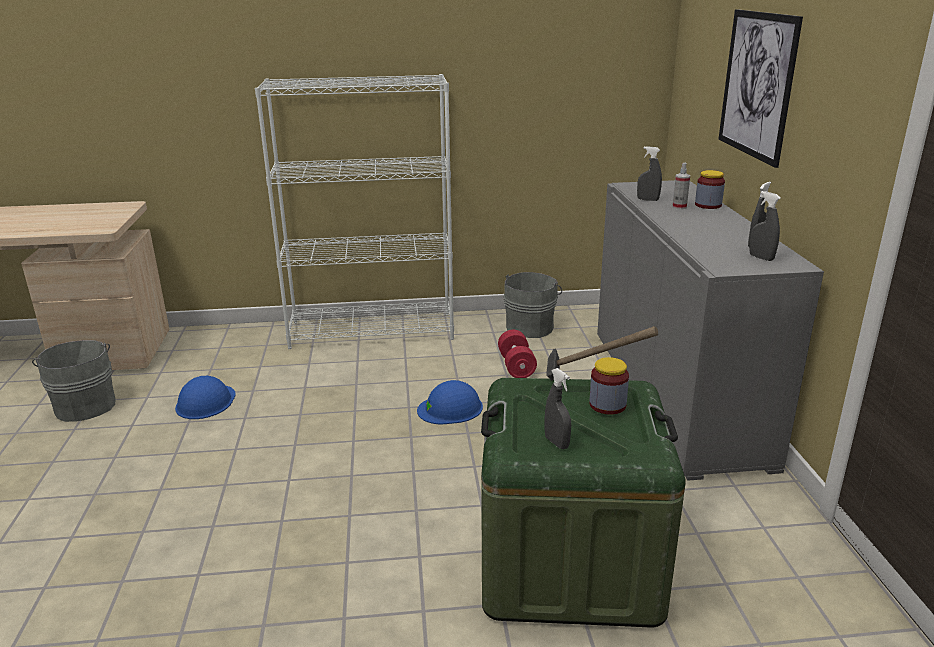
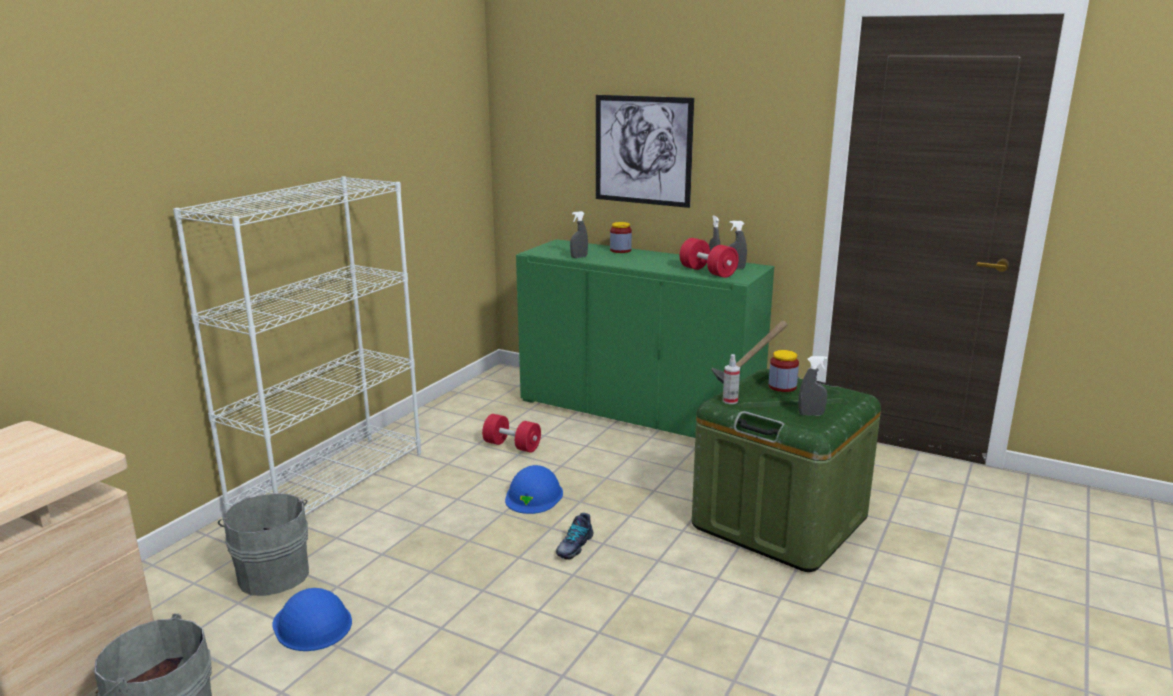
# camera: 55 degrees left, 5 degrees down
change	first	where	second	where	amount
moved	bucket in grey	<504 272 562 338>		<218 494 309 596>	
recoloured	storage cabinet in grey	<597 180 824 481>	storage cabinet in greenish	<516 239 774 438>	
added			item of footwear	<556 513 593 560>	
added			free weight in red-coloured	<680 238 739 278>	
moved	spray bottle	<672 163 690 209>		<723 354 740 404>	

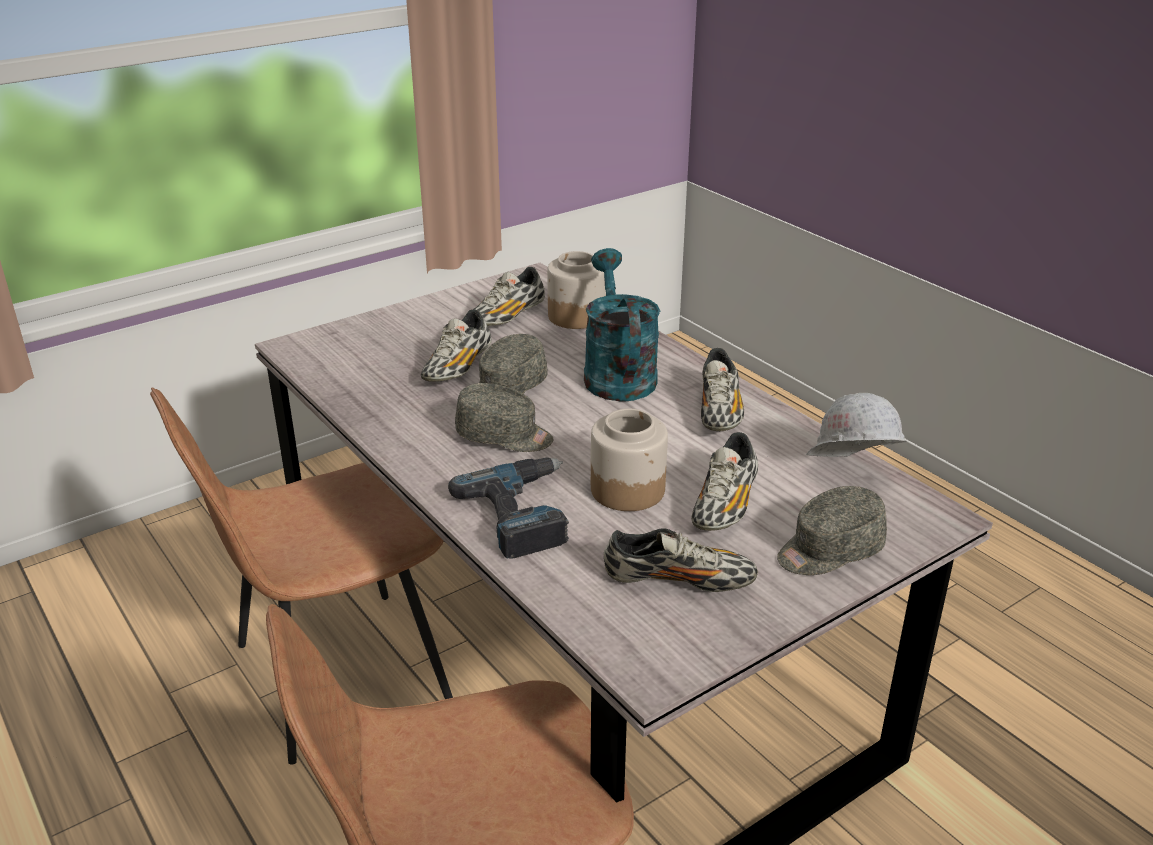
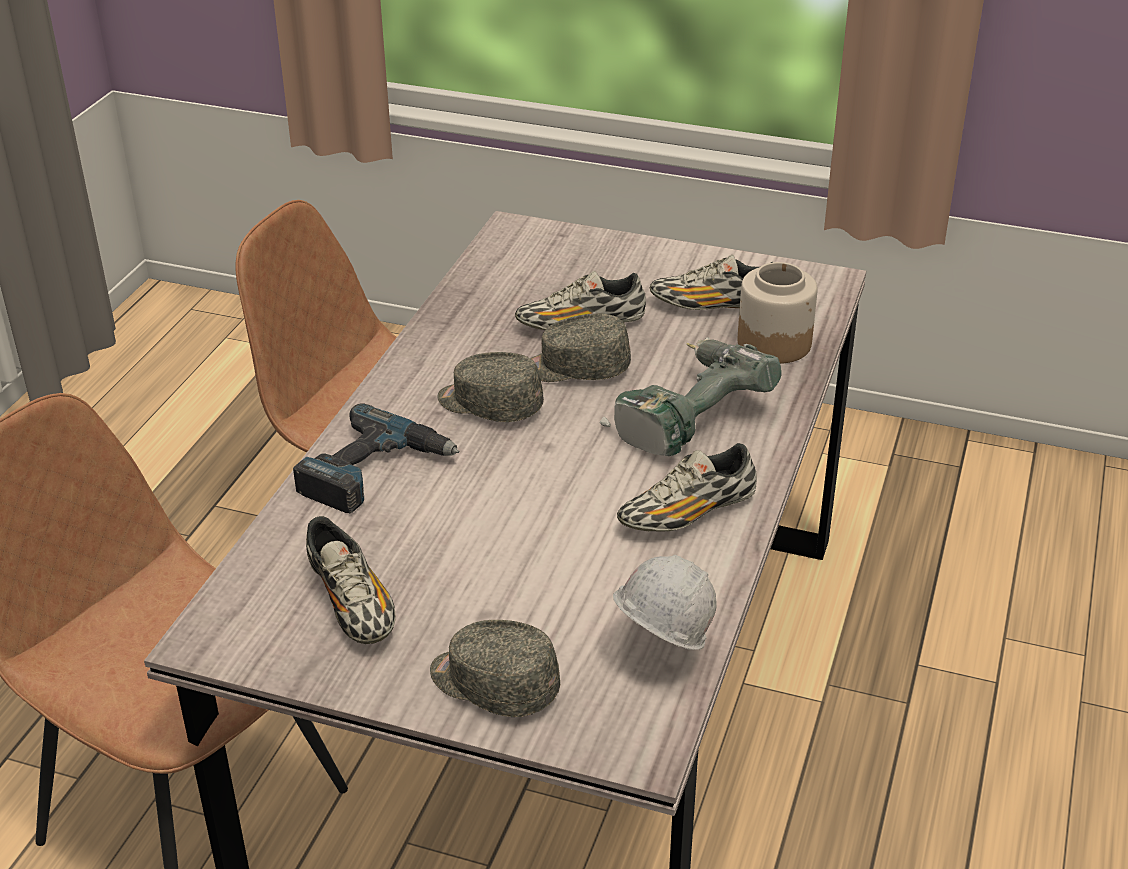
# camera: 55 degrees right, 5 degrees up
change	first	where	second	where	amount
turned	peaked cap in grey	<455 383 553 452>		<437 352 544 422>	135 degrees clockwise
replaced	watering can in turquoise	<584 248 660 401>	electric drill	<600 338 782 456>	
removed	preserve jar	<591 409 668 511>			
removed	item of footwear	<691 432 758 531>			

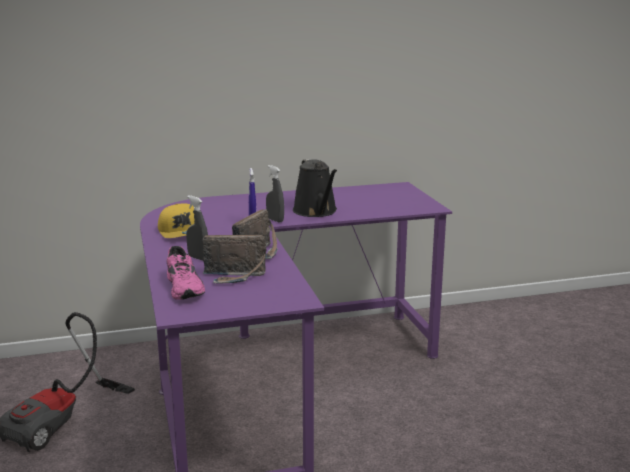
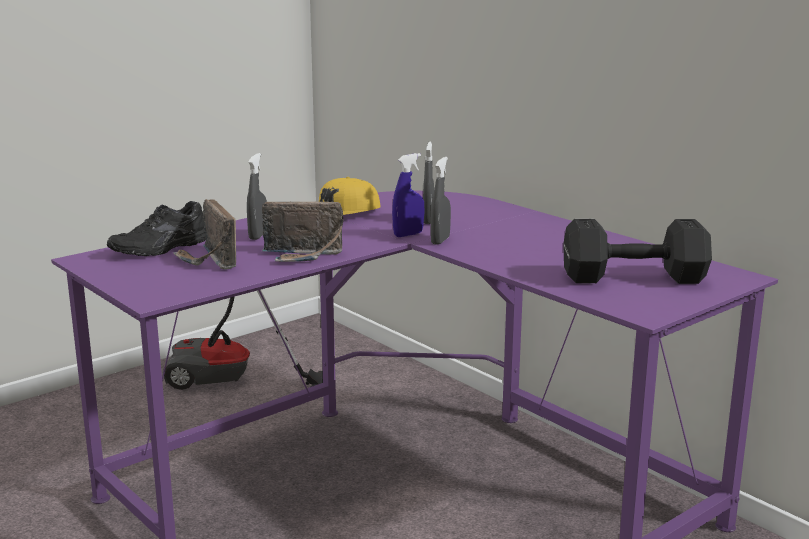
# camera: 65 degrees right, 0 degrees up
change	first	where	second	where	amount
recoloured	item of footwear in pink	<167 246 205 300>	item of footwear in black-coloured	<107 201 206 256>	
added			spray bottle in grey	<423 141 434 224>	
added			free weight in black-coloured	<563 219 712 284>	
removed	watering can in black-coloured	<293 159 337 217>			

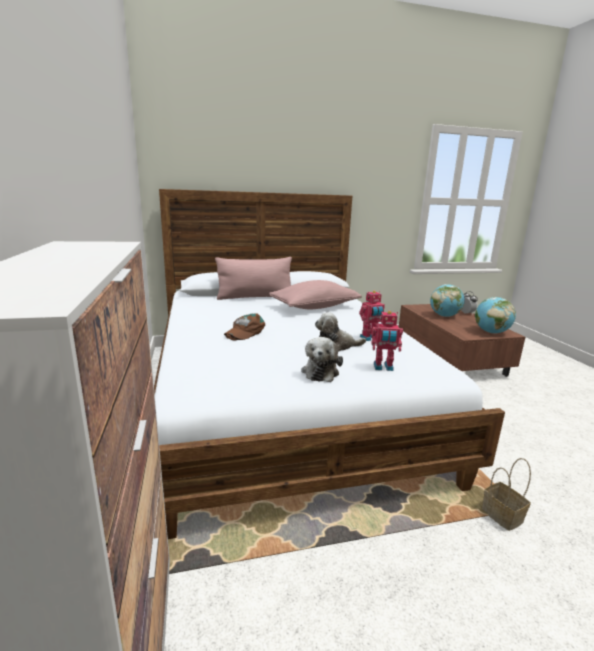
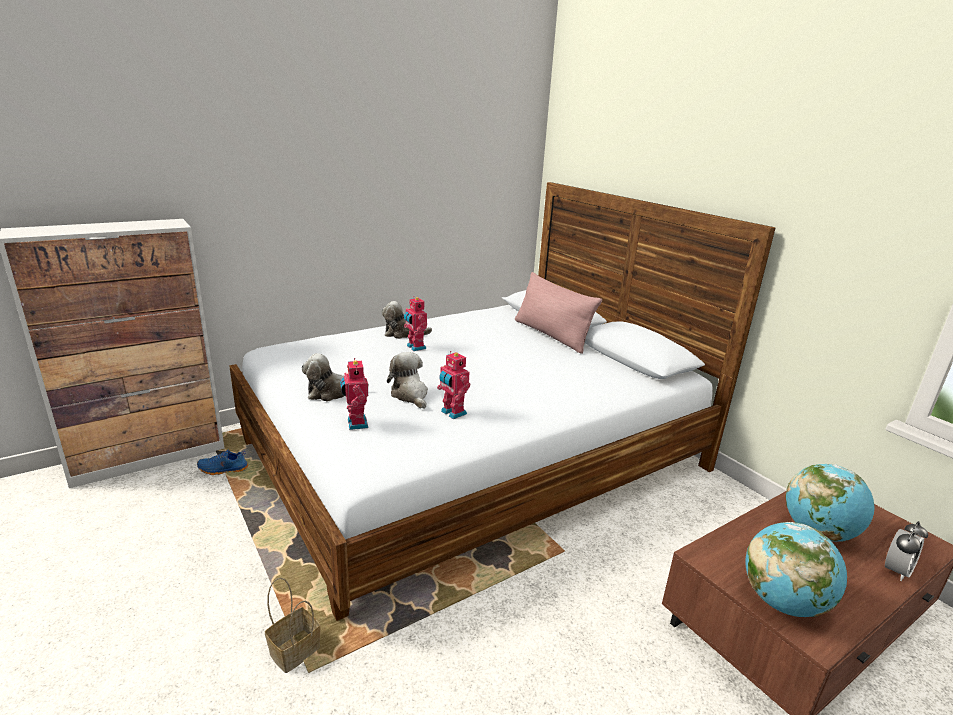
# camera: 70 degrees right, 5 degrees up
change	first	where	second	where	amount
added			item of footwear in bluish	<197 449 249 475>	
added			plush toy	<381 301 432 339>	
replaced	peaked cap in brown	<224 313 265 340>	robot figure	<404 296 427 351>	
removed	cushion in pink	<269 280 362 310>			

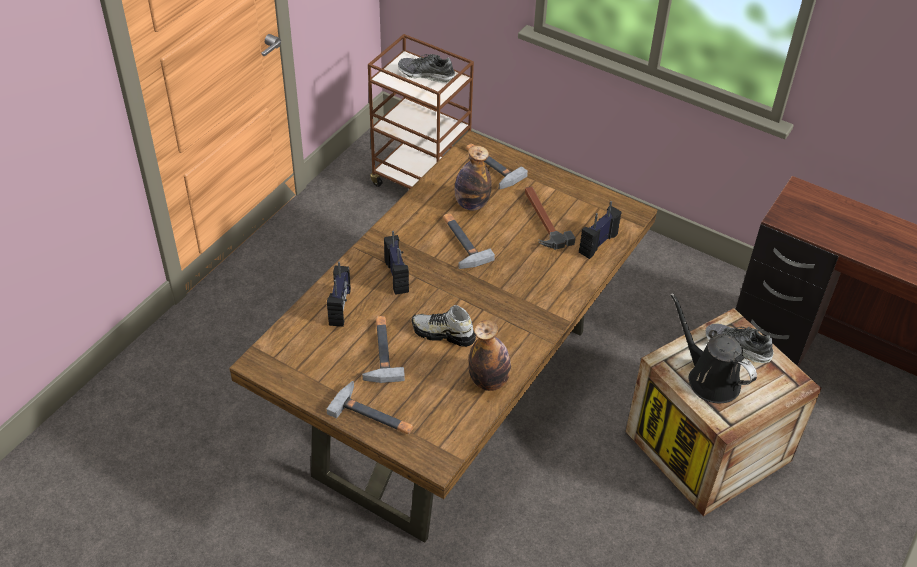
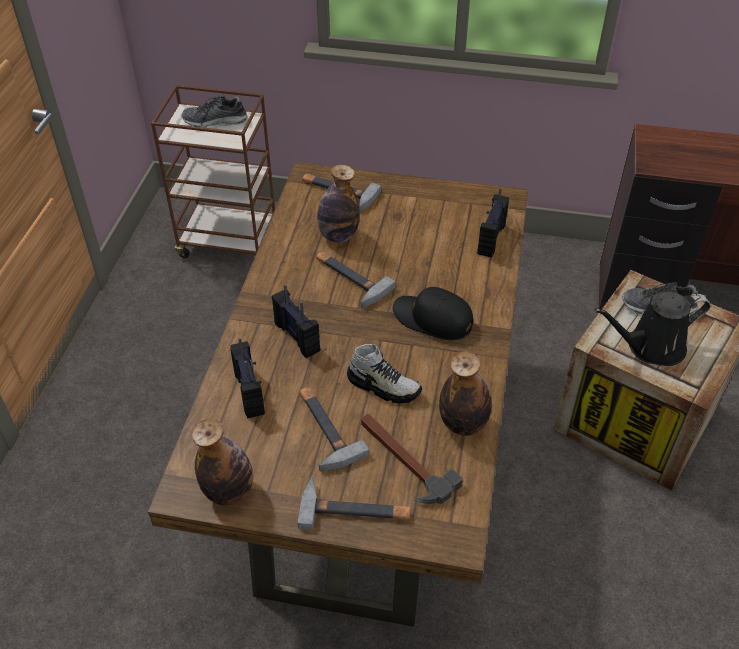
# camera: 20 degrees left, 0 degrees up
change	first	where	second	where	amount
added			drink bottle	<192 419 253 506>	
turned	item of footwear	<411 305 476 347>		<347 344 422 403>	150 degrees counterclockwise
moved	hand hammer	<525 187 575 250>		<361 414 463 504>	
added			peaked cap in black-coloured	<393 287 473 340>	
turned	watering can in black-coloured	<670 293 757 403>		<594 292 711 366>	45 degrees counterclockwise

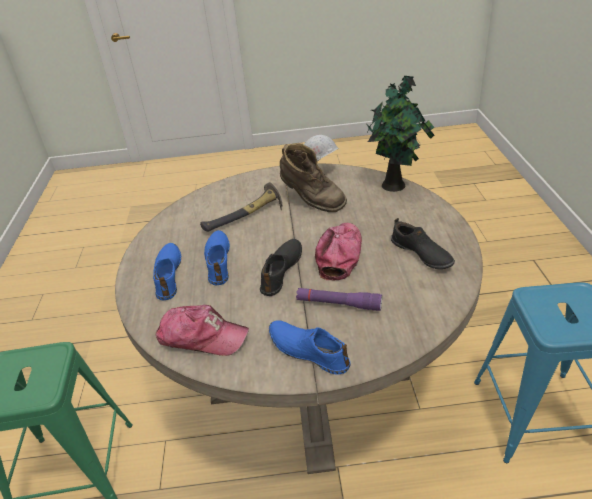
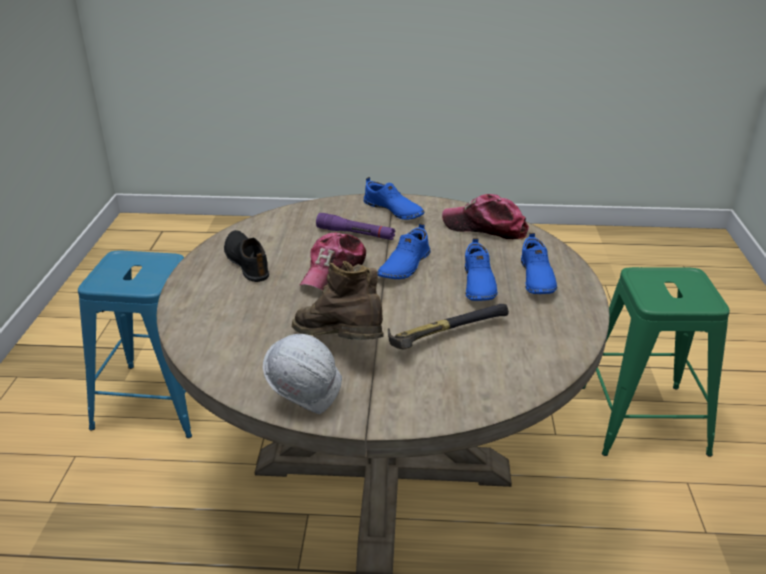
# camera: 175 degrees left, 5 degrees down
change	first	where	second	where	amount
recoloured	item of footwear in black-coloured	<260 239 302 296>	item of footwear in bluish	<377 224 431 279>	
removed	potted plant	<367 76 434 192>			

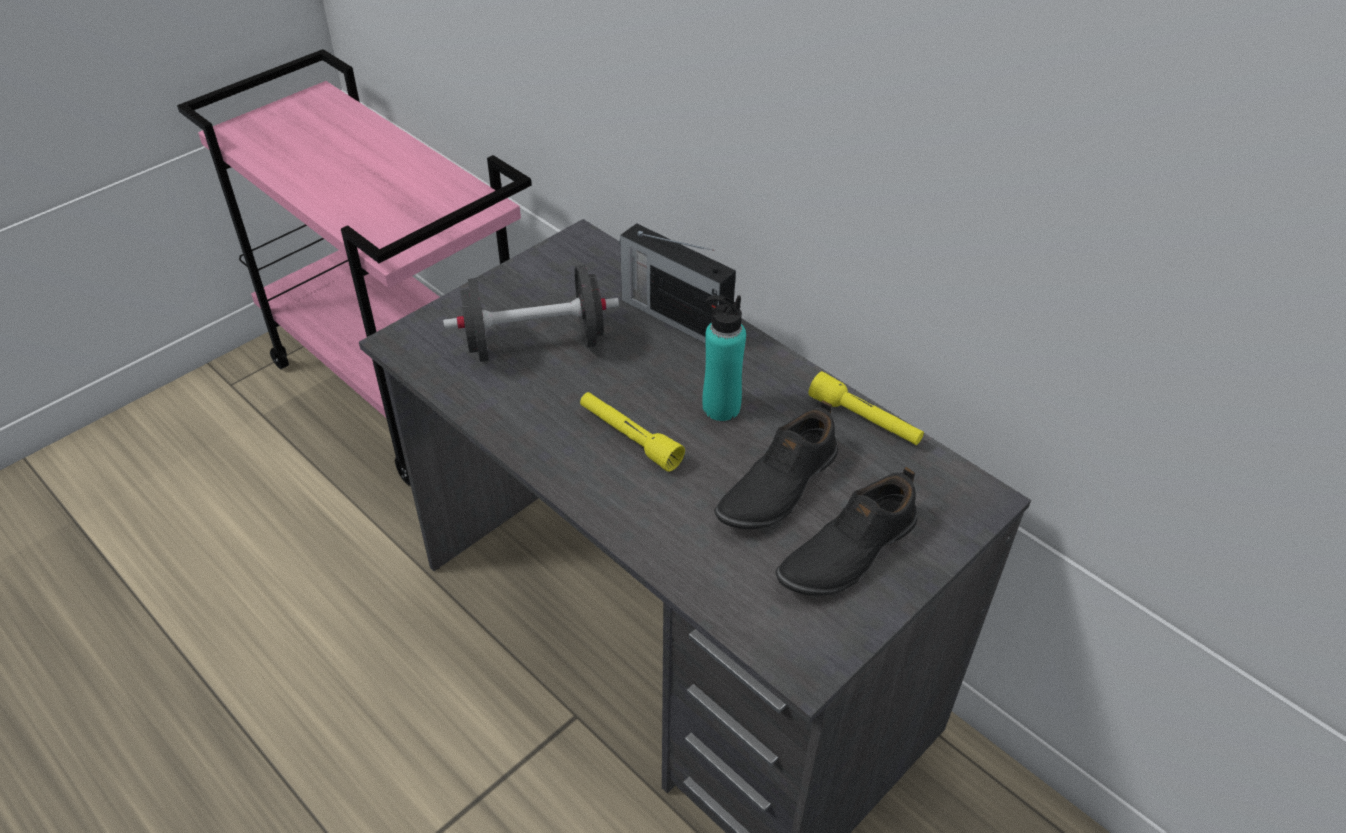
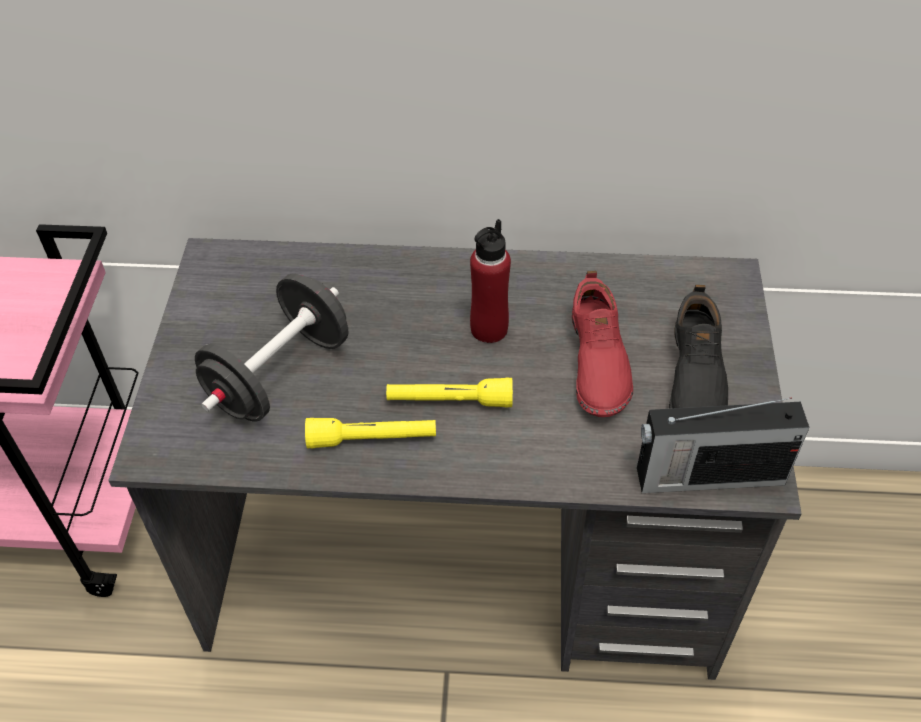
# camera: 40 degrees left, 5 degrees up
change	first	where	second	where	amount
moved	hand torch in yellowish	<809 371 924 445>		<305 418 436 449>	
recoloured	drink bottle in turquoise	<702 295 746 421>	drink bottle in red-coloured	<470 219 511 343>	
recoloured	item of footwear in black-coloured	<714 400 838 529>	item of footwear in red-coloured	<572 271 633 417>	
moved	radio set	<619 223 736 344>		<637 397 809 493>	

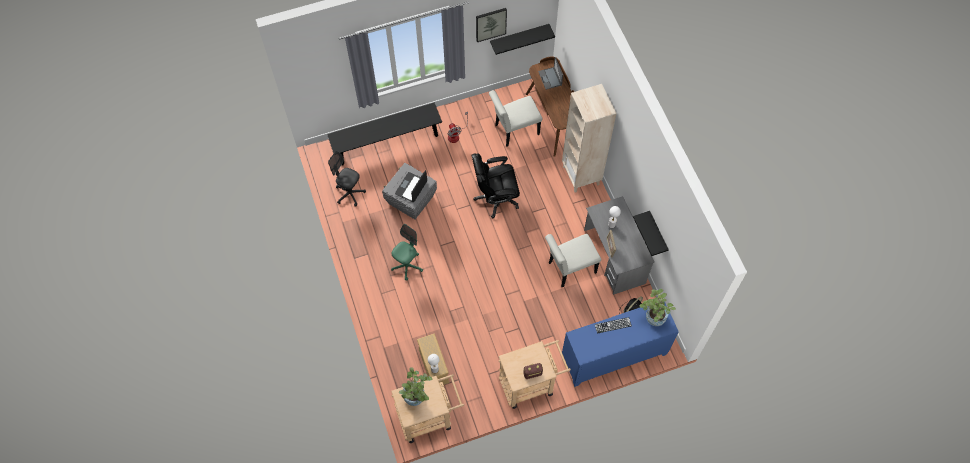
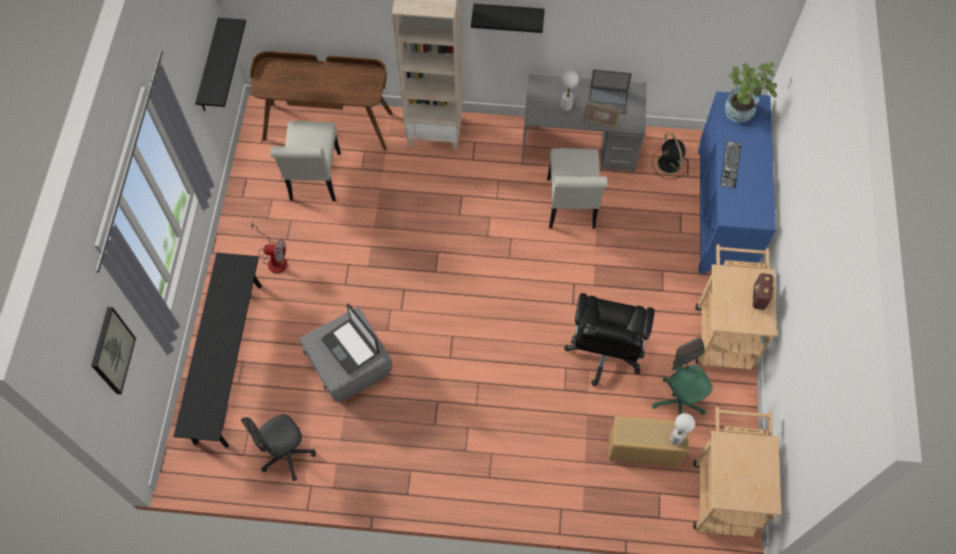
# camera: 65 degrees left, 0 degrees up
change	first	where	second	where	amount
moved	wall art	<476 8 507 42>		<91 307 136 394>	
moved	wall shelf in black-coloured	<633 211 669 256>		<471 4 545 33>	
moved	desk chair in black-coloured	<472 154 520 219>		<564 293 655 386>	
moved	laptop	<538 57 563 90>		<589 69 632 114>	
moved	desk chair in greenish	<391 224 423 281>		<652 337 712 415>	
removed	potted plant	<399 367 432 406>			

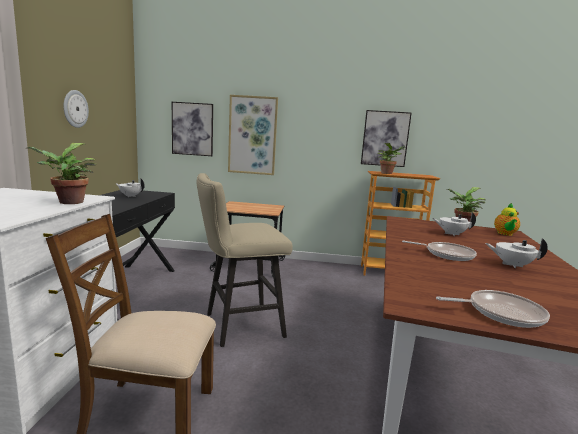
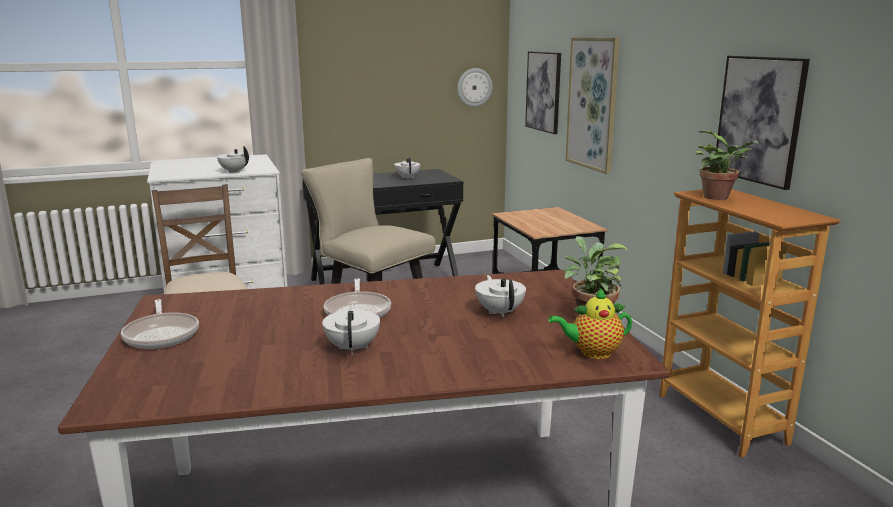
# camera: 65 degrees right, 5 degrees up
change	first	where	second	where	amount
replaced	potted plant	<25 143 96 204>	teapot in white-coloured	<217 146 249 173>	
moved	hanging clock	<64 90 89 128>		<457 68 493 107>	

